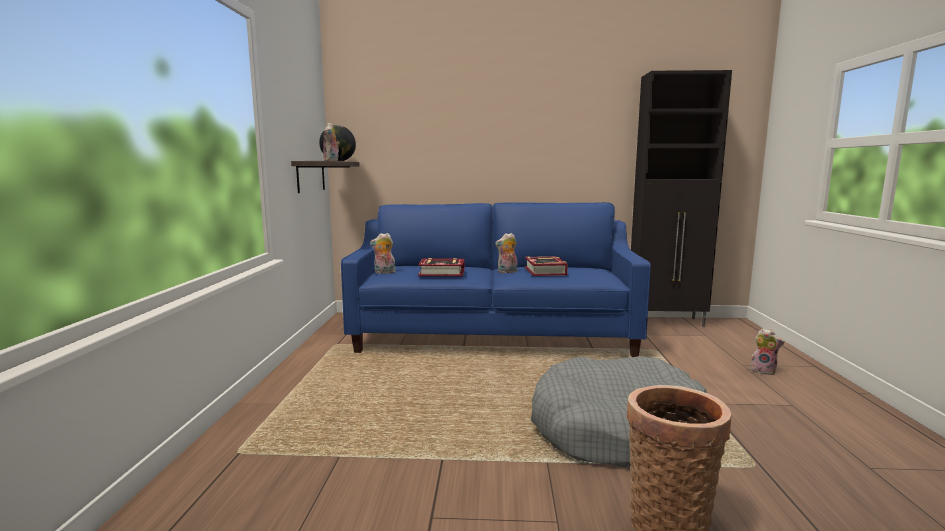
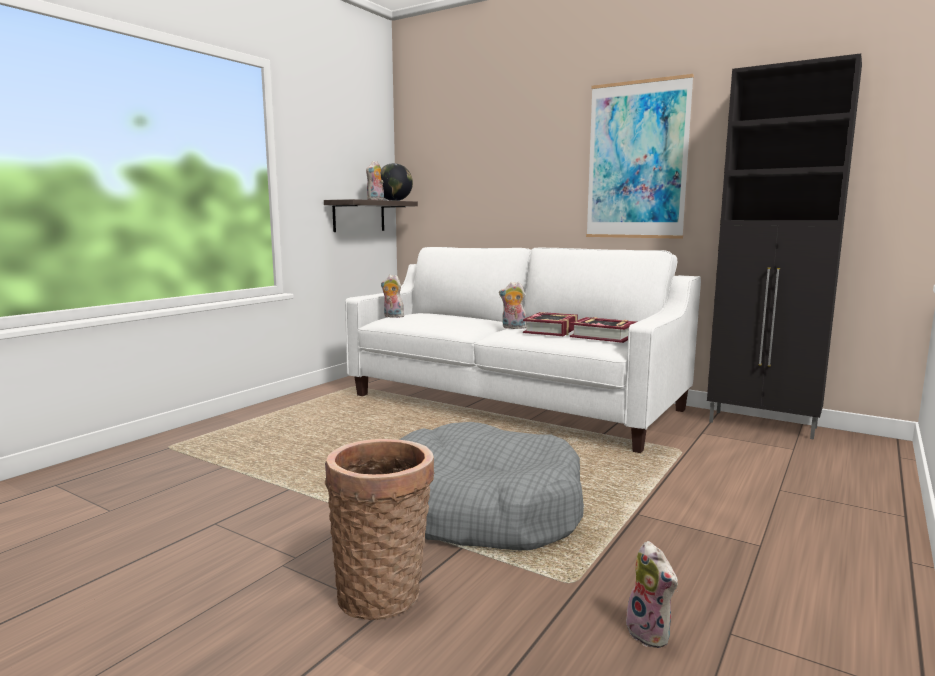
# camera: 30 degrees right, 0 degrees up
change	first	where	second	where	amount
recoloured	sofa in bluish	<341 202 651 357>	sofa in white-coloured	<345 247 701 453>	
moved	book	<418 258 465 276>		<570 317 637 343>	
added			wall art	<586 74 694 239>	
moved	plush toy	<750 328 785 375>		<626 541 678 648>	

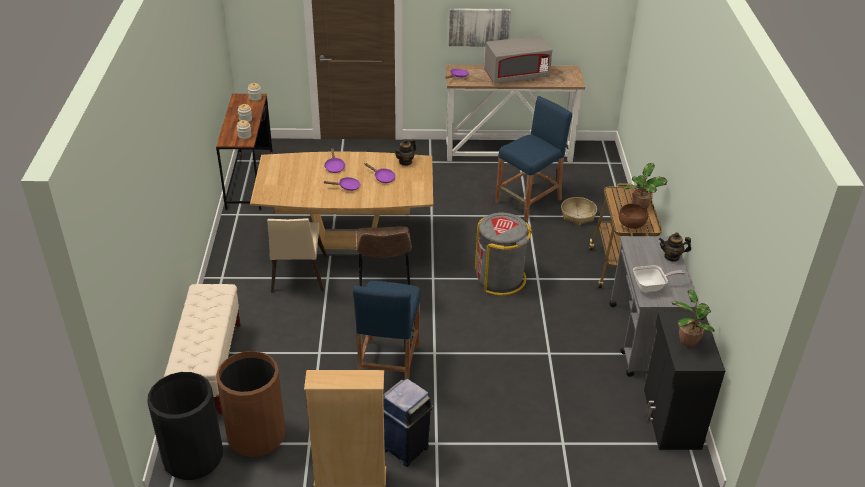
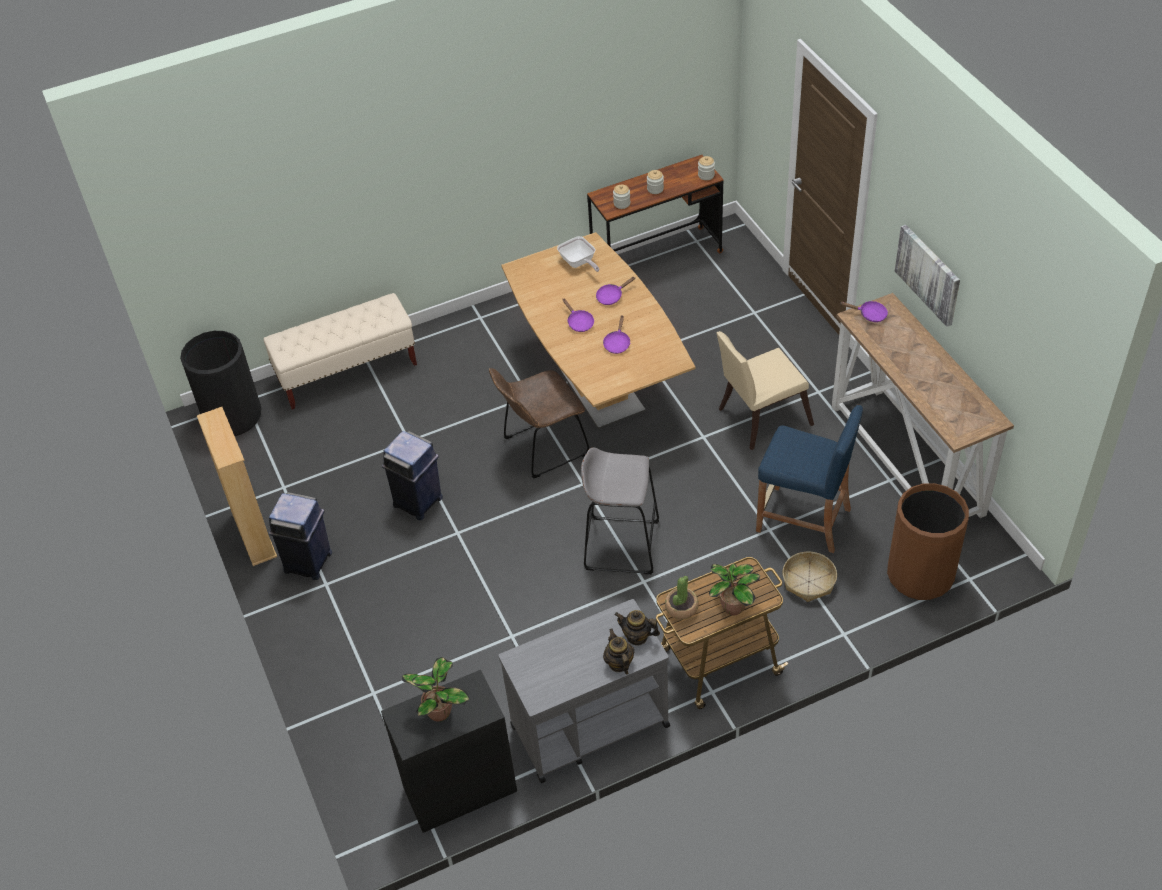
# camera: 70 degrees right, 10 degrees up
change	first	where	second	where	amount
replaced	stool in bluish	<353 281 421 379>	trash can in bluish	<382 431 443 520>	
moved	frying pan	<633 265 685 292>		<557 236 599 272>	
replaced	trash can in grey	<475 213 532 296>	stool in grey	<581 448 659 574>	
moved	teapot	<395 139 416 166>		<615 610 660 646>	
replaced	bowl in brown	<619 203 648 229>	potted plant	<665 576 698 620>	
moved	plain chair in beige	<267 218 327 293>		<716 331 814 450>	
moved	trash can in brown	<216 351 286 457>		<887 483 969 600>	
removed	microwave oven in grey	<484 36 552 84>			

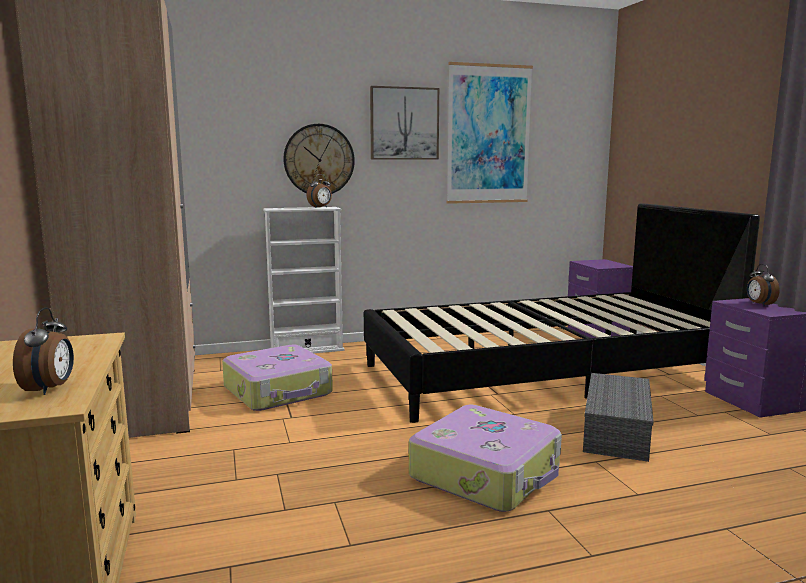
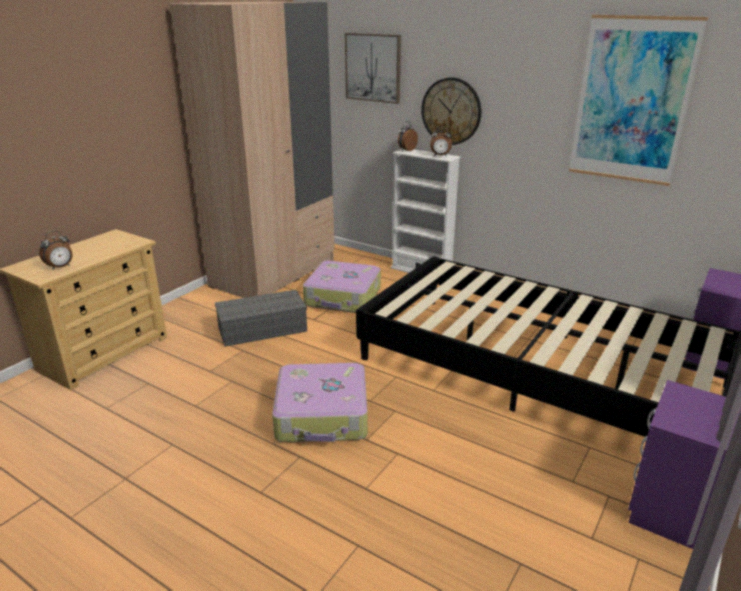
# camera: 50 degrees right, 15 degrees up
change	first	where	second	where	amount
moved	storage bin in grey	<583 373 654 462>		<215 290 307 347>	
moved	wall art	<370 86 439 160>		<345 33 401 104>	
moved	bedside clock	<747 264 780 306>		<398 121 418 151>	

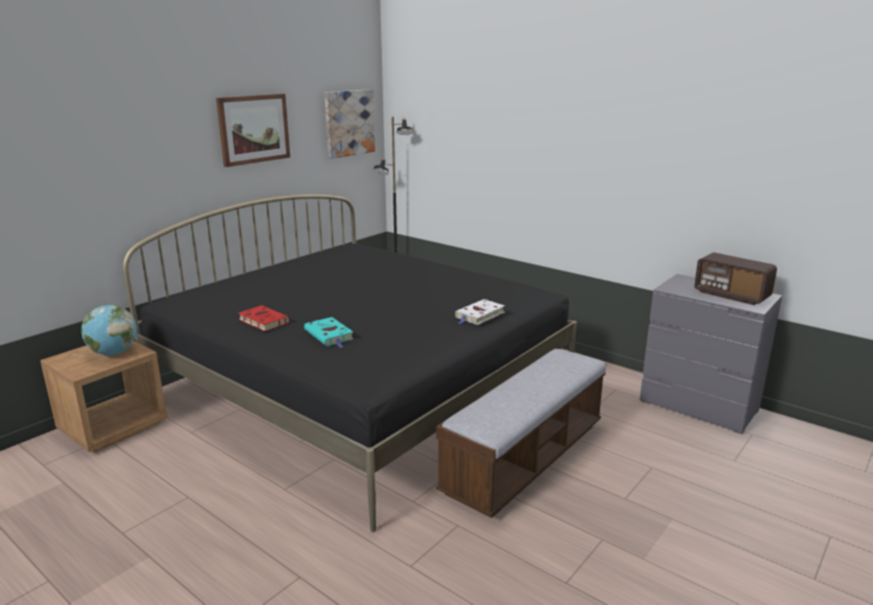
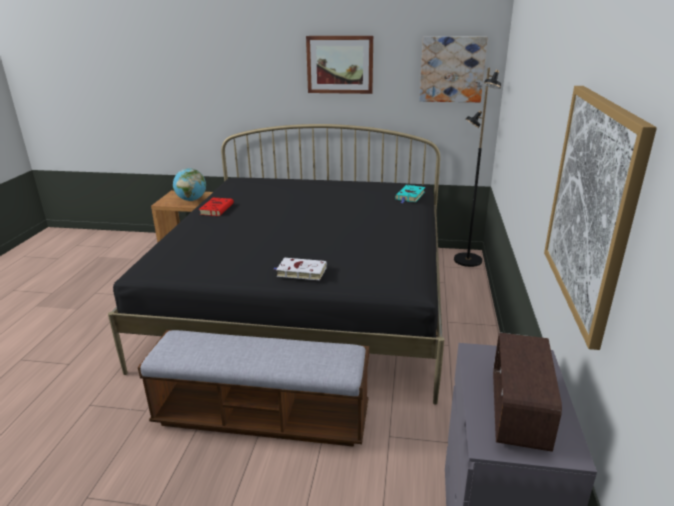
# camera: 60 degrees right, 5 degrees up
change	first	where	second	where	amount
moved	book in turquoise	<304 317 354 348>		<395 185 425 203>	
added			wall art	<544 86 657 350>	

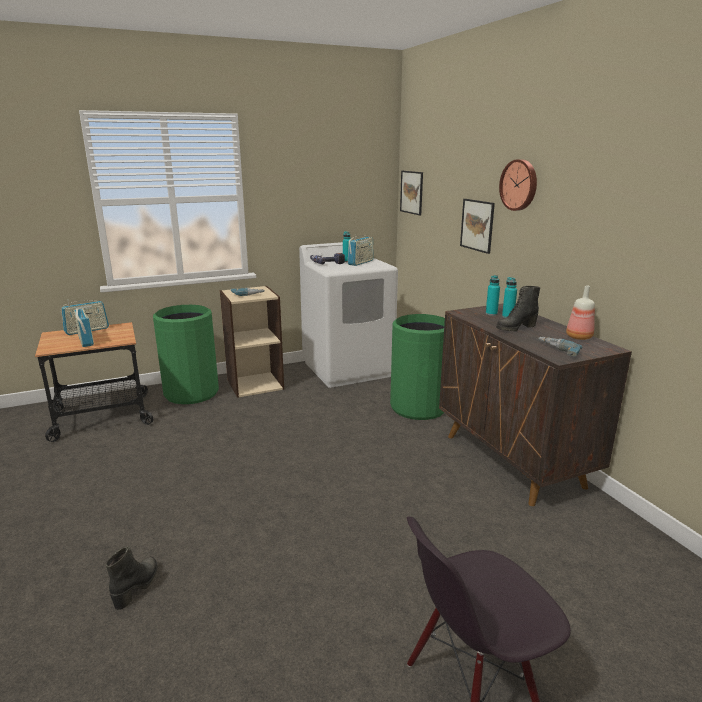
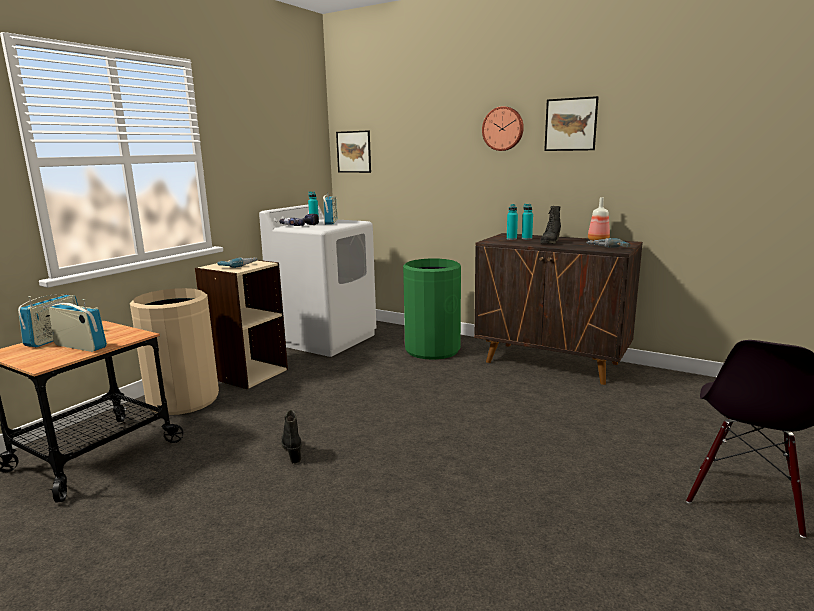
# camera: 35 degrees left, 5 degrees down
change	first	where	second	where	amount
recoloured	trash can in greenish	<153 305 219 404>	trash can in beige	<130 288 219 415>	
moved	boot in black-coloured	<106 546 158 610>		<281 410 302 463>	
moved	wall art	<460 199 495 254>		<544 96 598 151>	

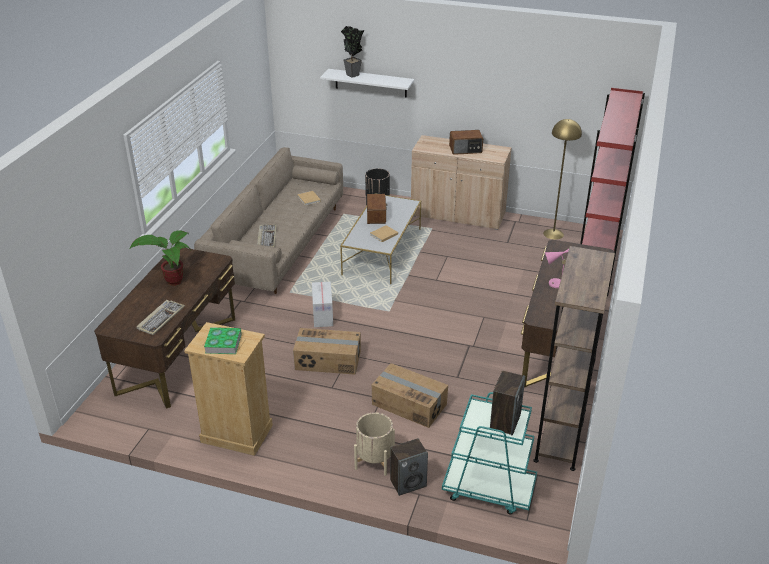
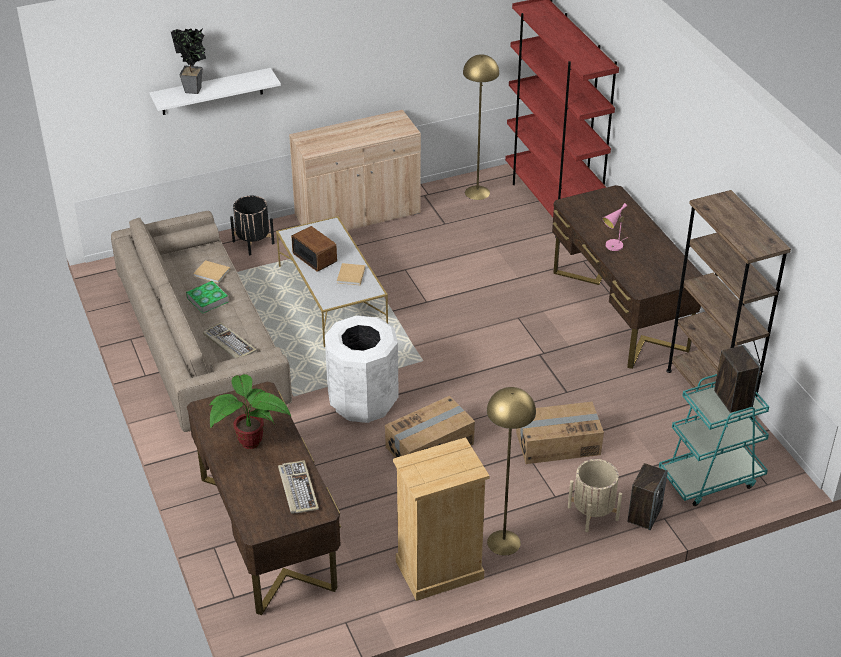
# camera: 40 degrees left, 5 degrees up
change	first	where	second	where	amount
moved	book	<204 327 242 354>		<186 281 229 314>	
replaced	carton	<312 282 333 327>	trash can in white-coloured	<325 315 399 423>	
added			standard lamp in yellowish	<487 387 536 556>	
removed	radio set	<449 130 483 155>			

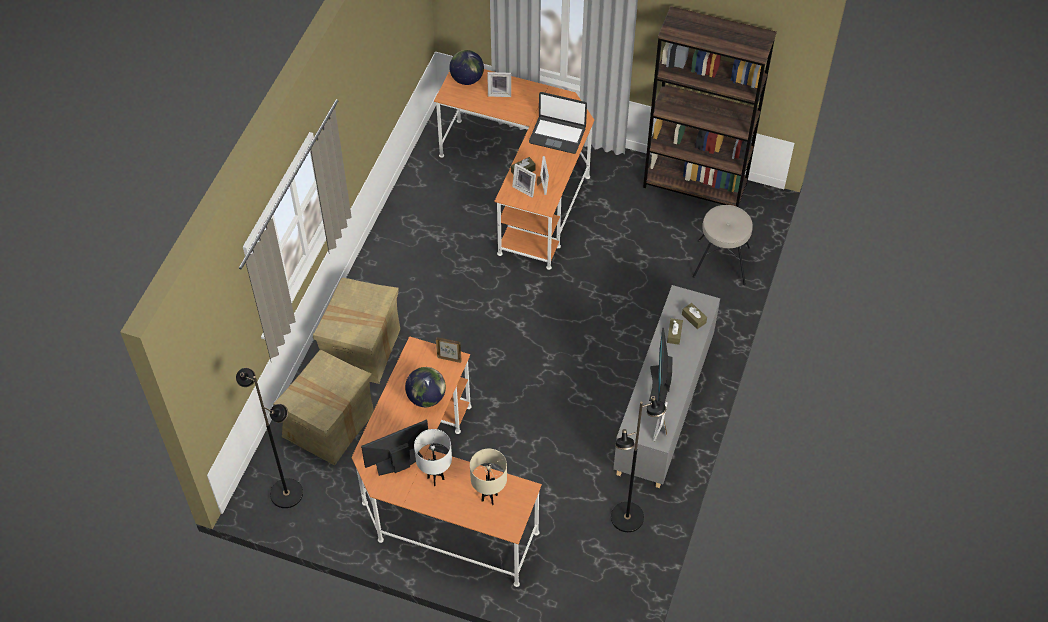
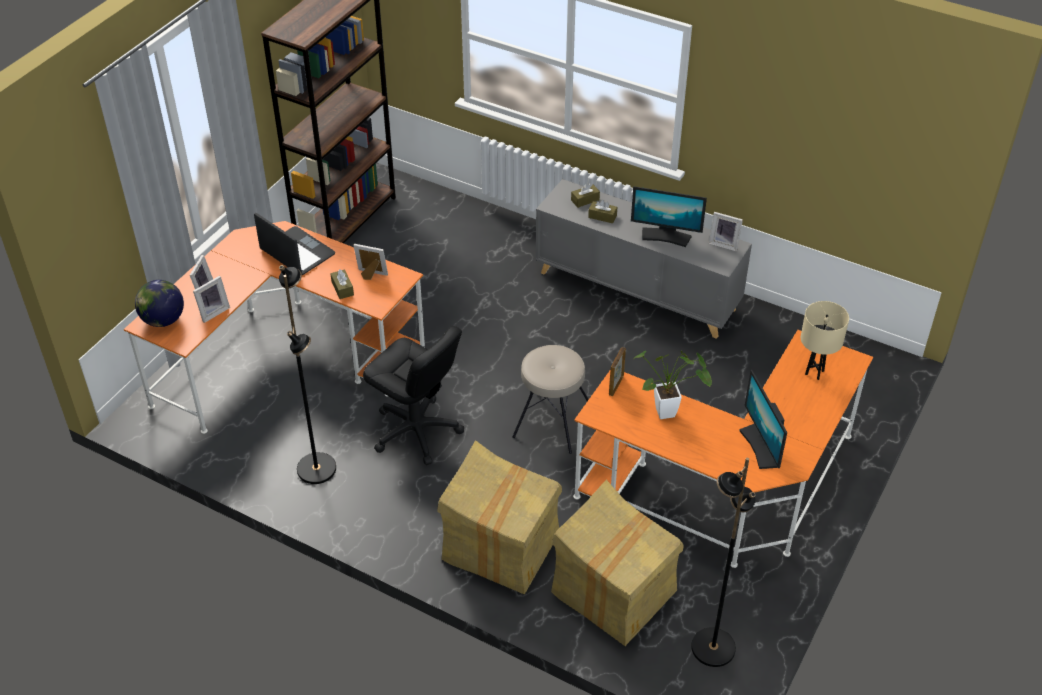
# camera: 80 degrees left, 10 degrees down
change	first	where	second	where	amount
moved	standing frame	<512 164 536 198>		<193 276 230 323>	
turned	laptop	<529 92 587 154>		<254 213 335 275>	75 degrees counterclockwise
moved	standard lamp in black-coloured	<611 396 666 532>		<279 265 336 484>	
added			desk chair in black-coloured	<363 326 464 465>	
moved	stool in beige	<692 205 753 285>		<512 345 589 454>	
replaced	globe	<405 367 446 407>	potted plant	<632 350 712 419>	
removed	lamp for a table in white-coloured	<414 429 452 486>			

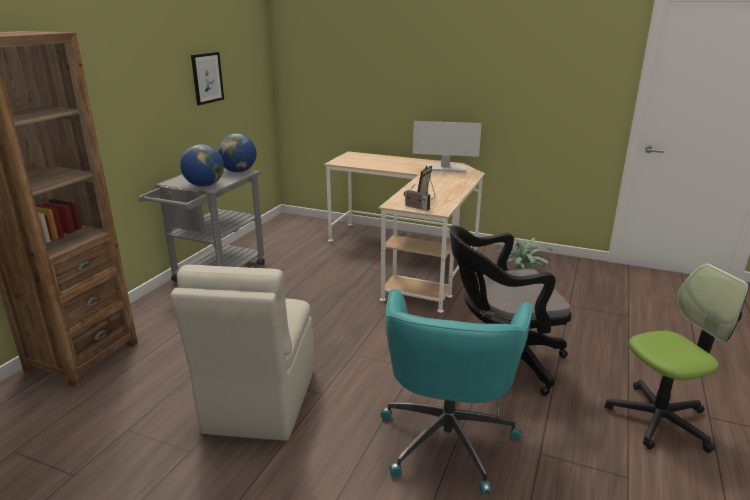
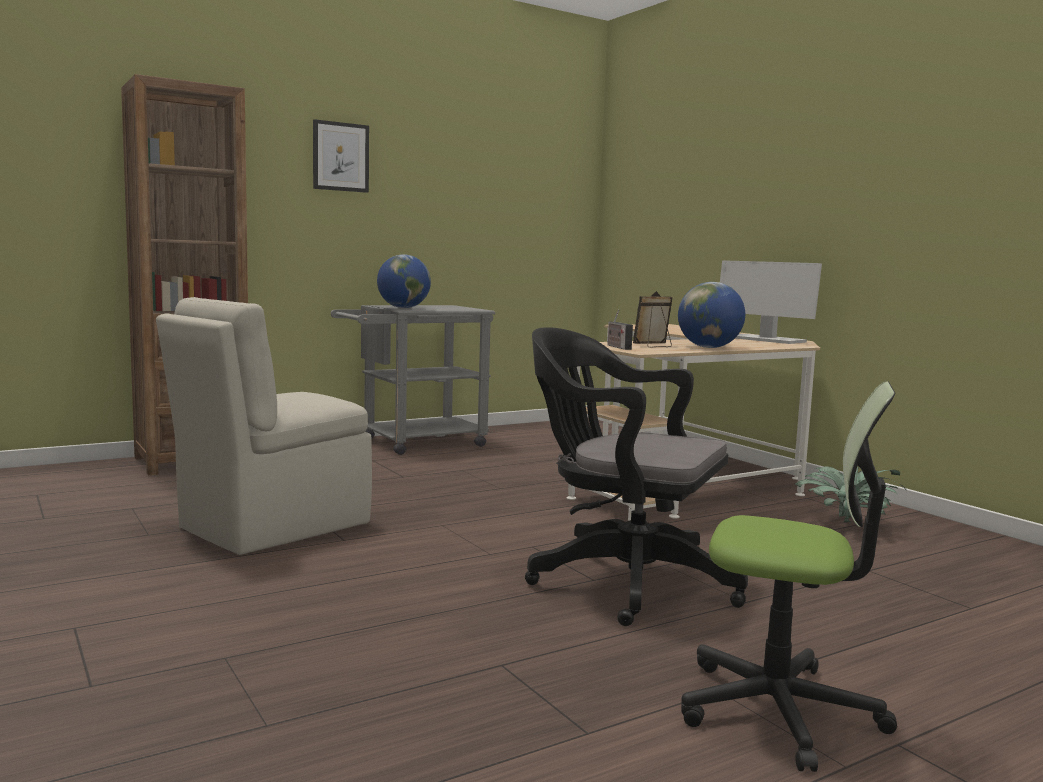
# camera: 35 degrees right, 15 degrees down
change	first	where	second	where	amount
moved	wall art	<191 52 224 105>		<313 119 369 193>	
moved	globe	<217 134 256 172>		<678 282 745 348>	
removed	desk chair in turquoise	<380 289 532 494>			

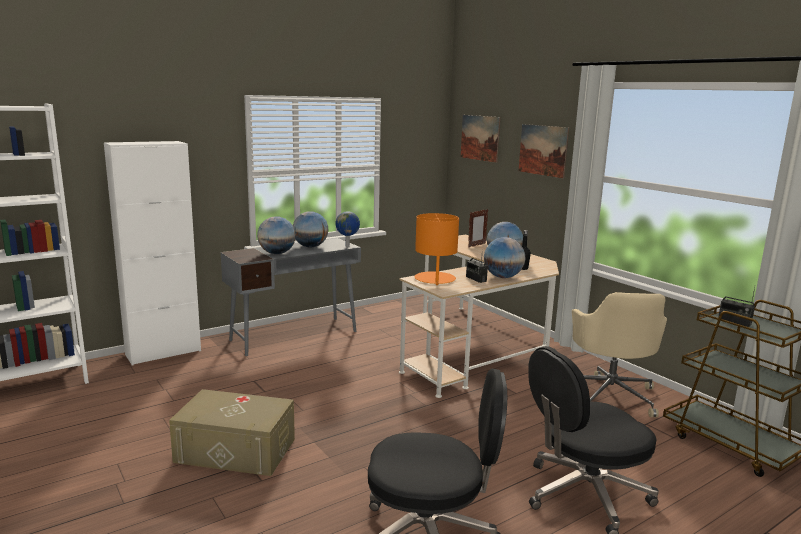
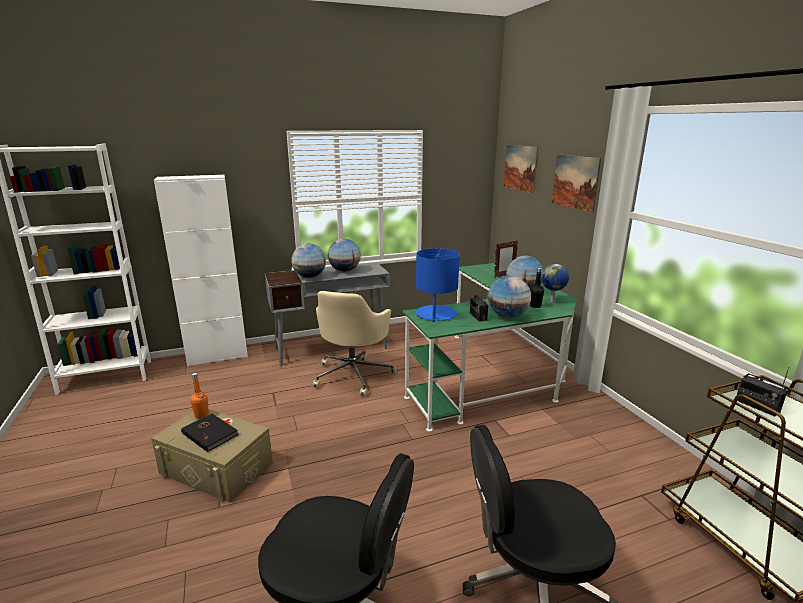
# camera: 15 degrees right, 5 degrees up
change	first	where	second	where	amount
added			book in black-coloured	<181 413 239 452>	
added			drink bottle in orangey	<190 373 209 418>	
moved	desk chair in beige	<572 292 667 418>		<313 291 397 396>	
recoloured	desk table in beige	<399 235 559 398>	desk table in greenish	<403 263 577 432>	
recoloured	lamp for a table in orangey	<414 213 459 285>	lamp for a table in bluish	<416 248 460 322>	
moved	globe	<335 211 360 247>		<541 264 569 302>	

